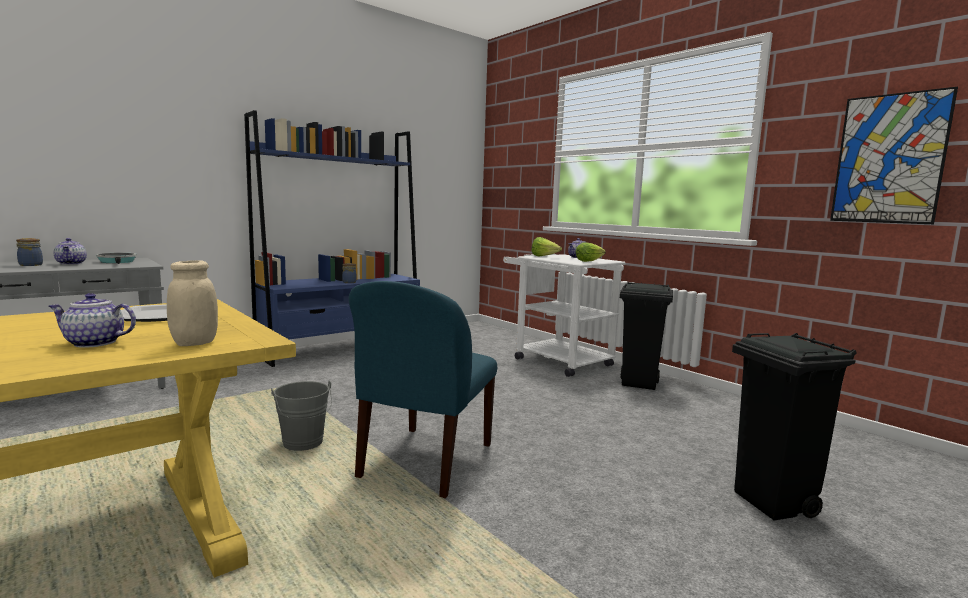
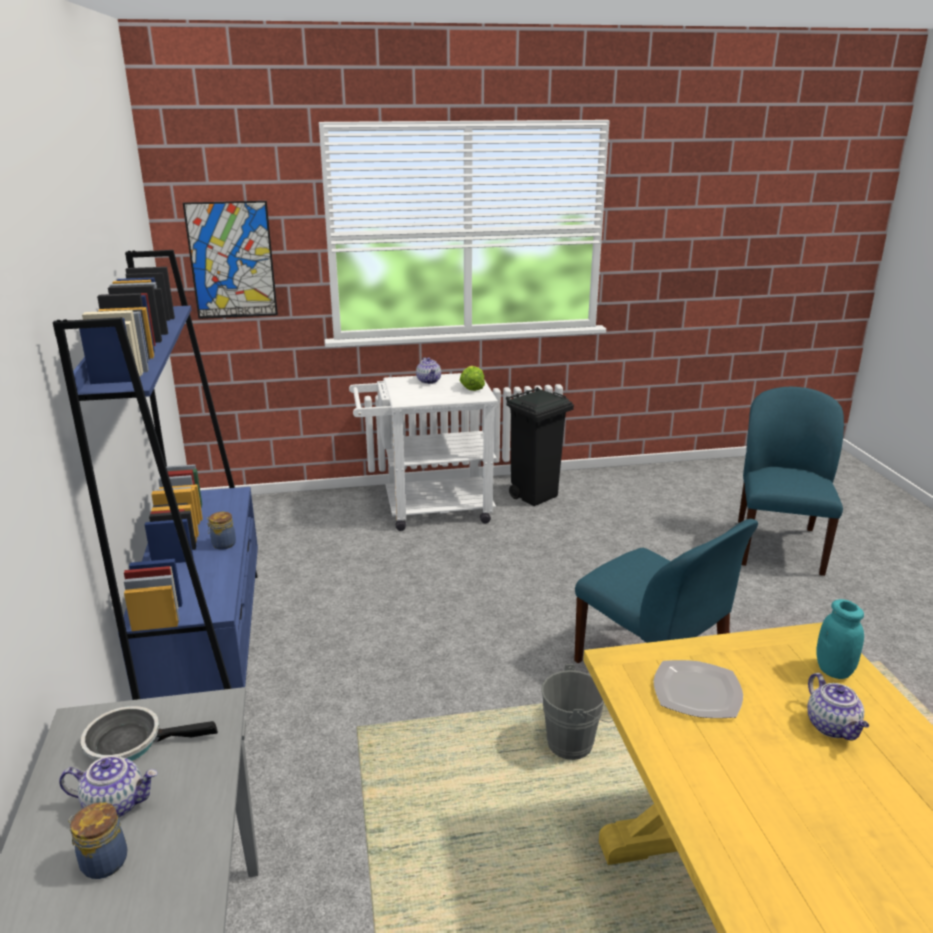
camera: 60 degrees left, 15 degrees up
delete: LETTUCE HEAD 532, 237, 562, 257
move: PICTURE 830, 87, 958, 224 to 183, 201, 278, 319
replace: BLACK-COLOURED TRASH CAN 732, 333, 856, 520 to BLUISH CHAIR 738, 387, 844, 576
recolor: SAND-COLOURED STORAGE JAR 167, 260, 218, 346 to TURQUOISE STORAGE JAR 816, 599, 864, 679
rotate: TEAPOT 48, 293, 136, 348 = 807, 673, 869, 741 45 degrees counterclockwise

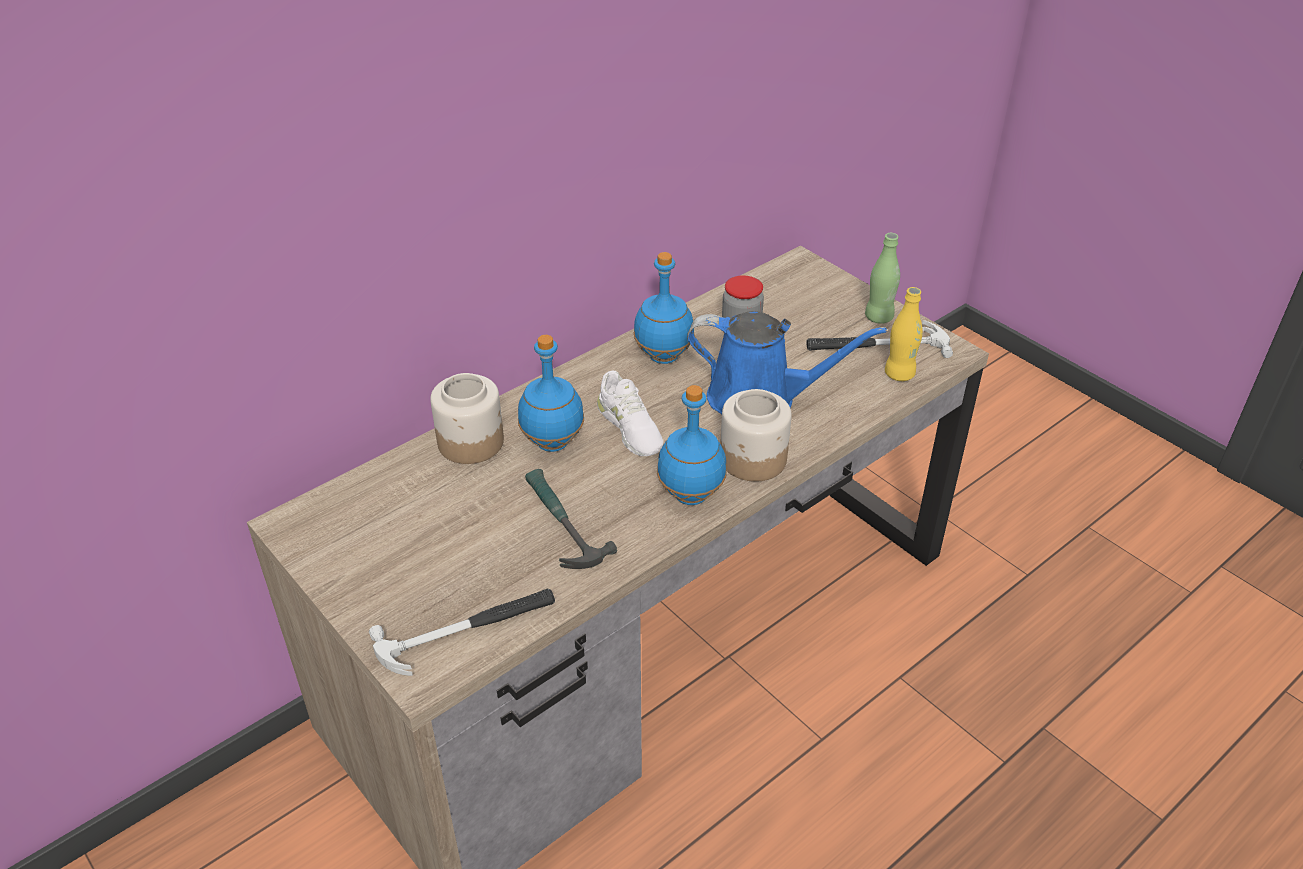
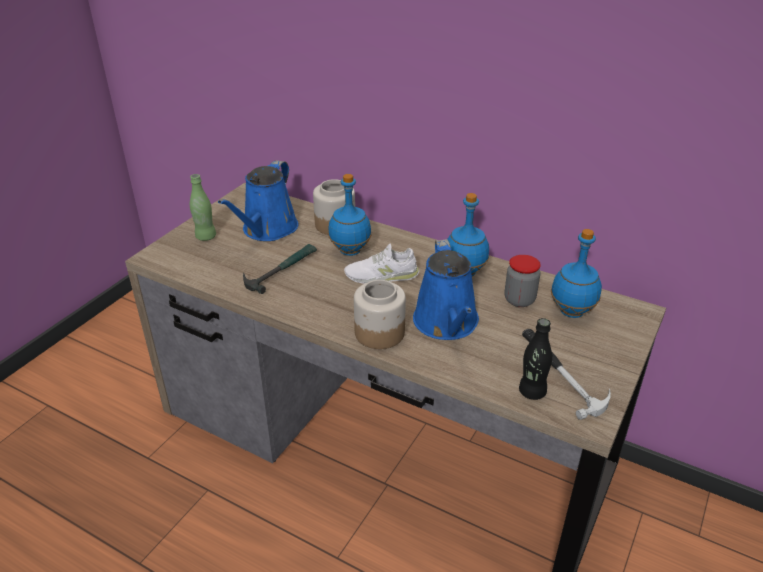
camera: 70 degrees right, 5 degrees down
delete: HAND HAMMER 369, 588, 555, 676
insert: BLUISH WATERING CAN 218, 160, 298, 241
move: GREEN BOTTLE 865, 233, 900, 324 to 190, 174, 216, 241; BLUISH BOTTLE 657, 385, 727, 505 to 551, 229, 602, 318
recolor: YELLOW-COLOURED BOTTLE 885, 287, 923, 381 to BLACK-COLOURED BOTTLE 519, 318, 552, 400
rotate: WHITE ITEM OF FOOTWEAR 597, 371, 664, 456 = 344, 243, 419, 284 45 degrees clockwise

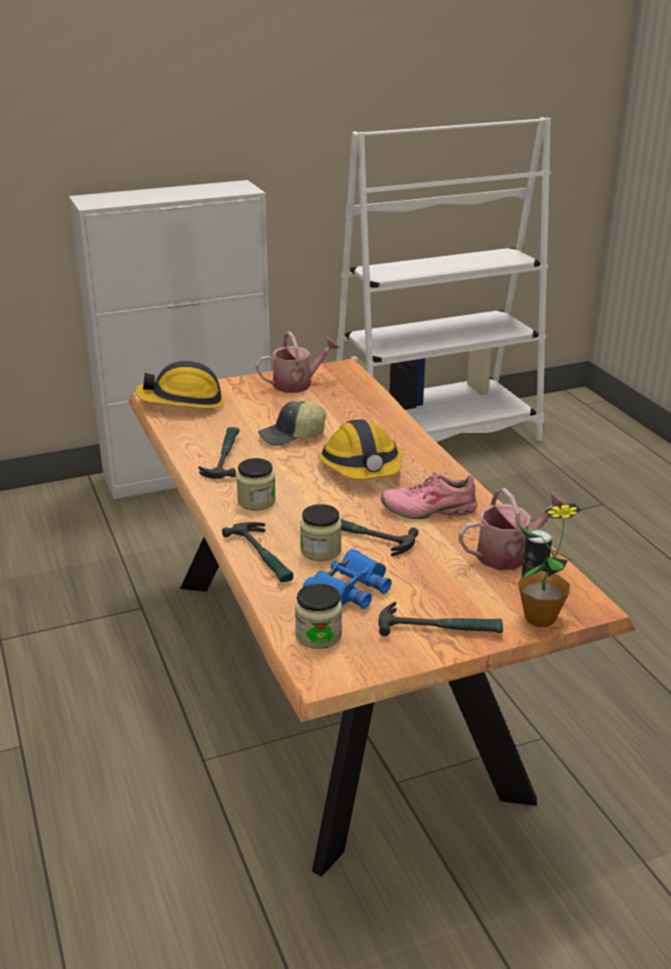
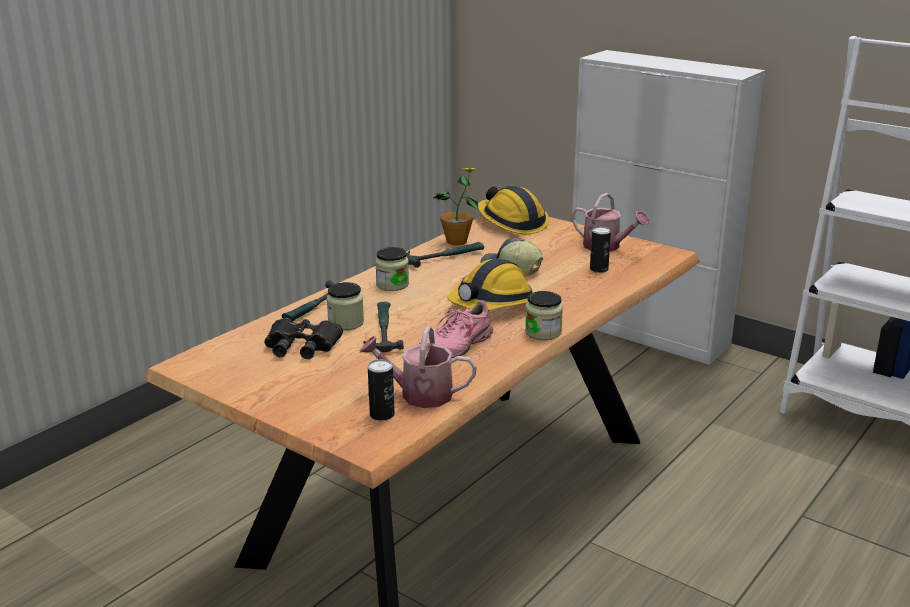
camera: 60 degrees right, 5 degrees down
delete: HAND HAMMER 379, 602, 503, 636
insert: CAN 590, 227, 611, 273
move: POTTED PLANT 516, 504, 582, 627 to 433, 168, 480, 246; STORAGE JAR 295, 584, 342, 649 to 525, 291, 563, 340
recolor: BLUISH PAIR OF BINOCULARS 302, 549, 391, 609 to BLACK-COLOURED PAIR OF BINOCULARS 264, 318, 343, 359
rotate: PINKISH ITEM OF FOOTWEAR 381, 472, 477, 519 = 419, 300, 495, 358 105 degrees counterclockwise; WATERING CAN 459, 488, 565, 570 = 360, 326, 477, 408 150 degrees clockwise

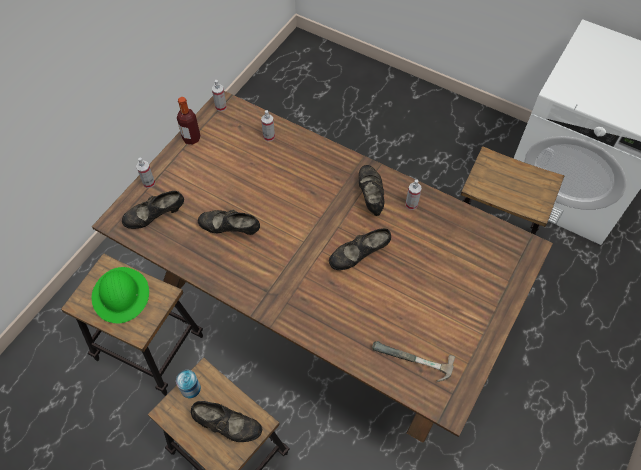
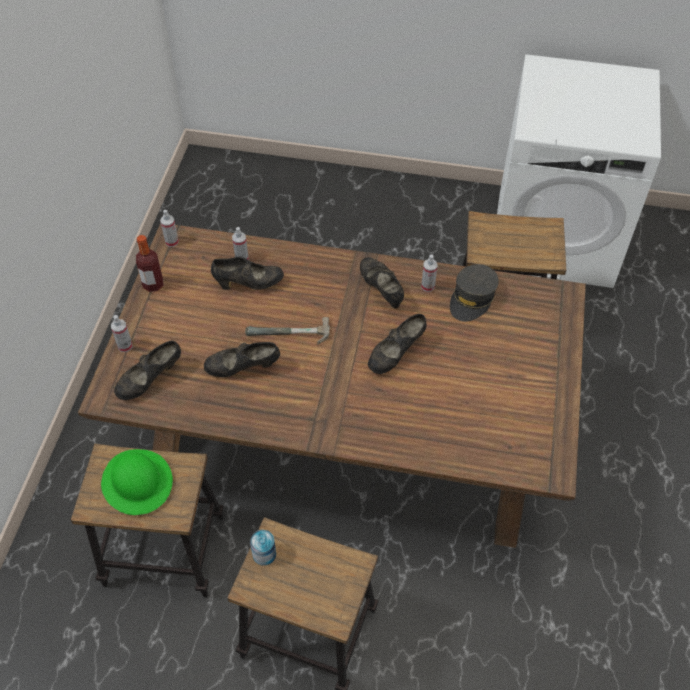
camera: 20 degrees left, 5 degrees down
insert: GREYISH CAP 450, 264, 499, 322
move: HAND HAMMER 372, 341, 455, 382 to 245, 317, 330, 345; BLACK-COLOURED ITEM OF FOOTWEAR 191, 401, 263, 442 to 211, 257, 284, 290

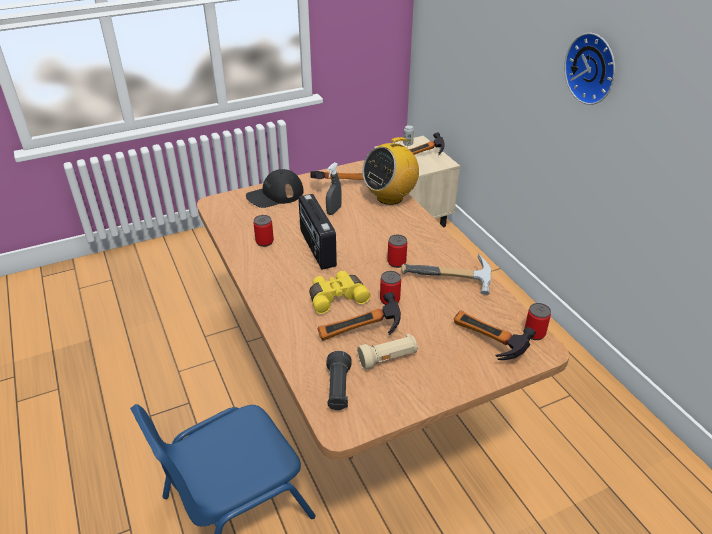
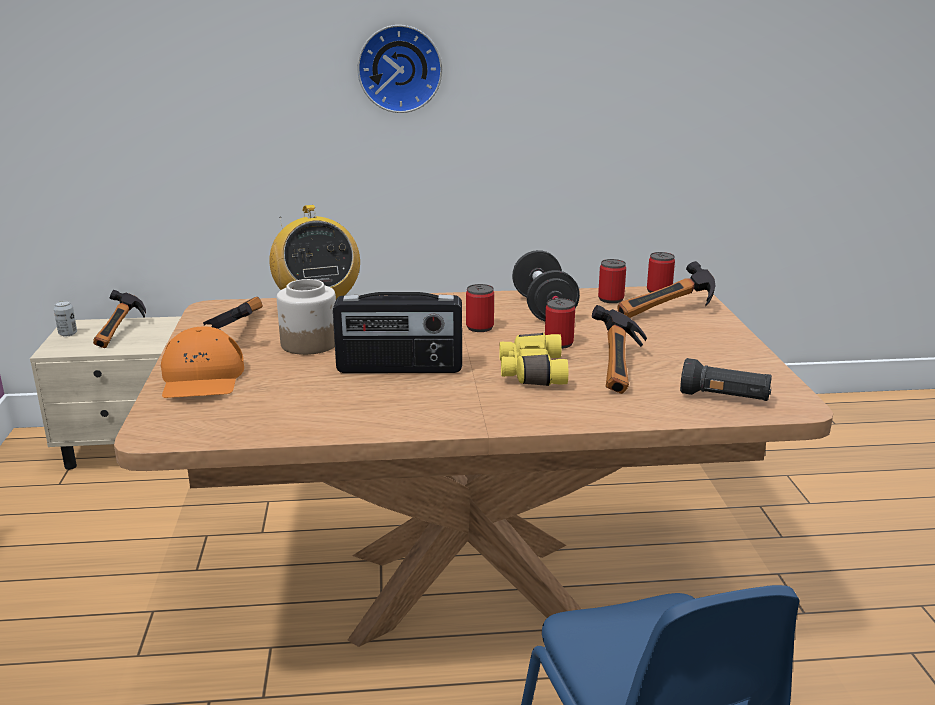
camera: 70 degrees left, 15 degrees down
delete: SAND-COLOURED HAND TORCH 357, 334, 418, 370
move: CAN 253, 215, 274, 247 to 598, 259, 626, 303
replace: GREYISH SPRAY BOTTLE 326, 162, 342, 215 to STORAGE JAR 277, 279, 336, 355; HAND HAMMER 401, 253, 491, 295 to BLACK-COLOURED FREE WEIGHT 512, 250, 580, 321
recolor: BLACK-COLOURED CAP 246, 169, 304, 208 to ORANGEY CAP 161, 326, 244, 398

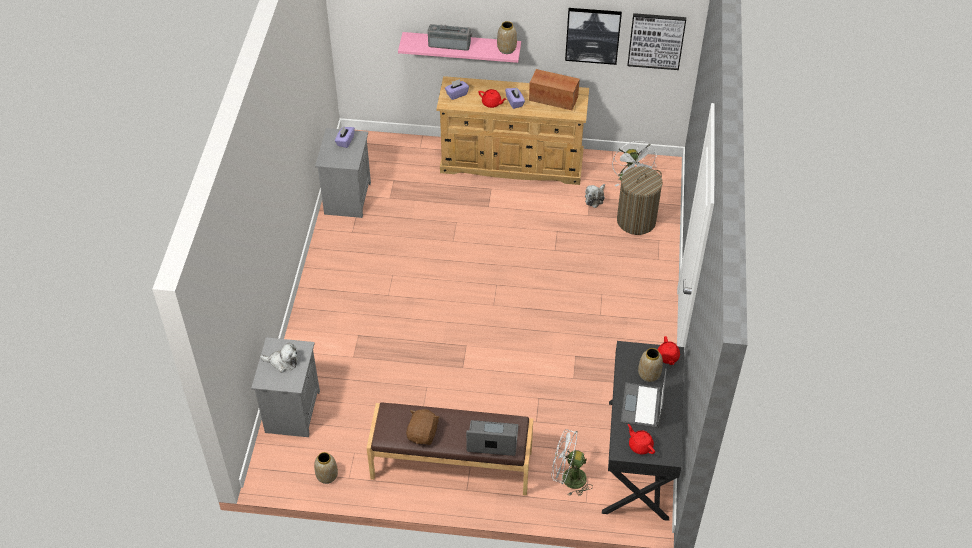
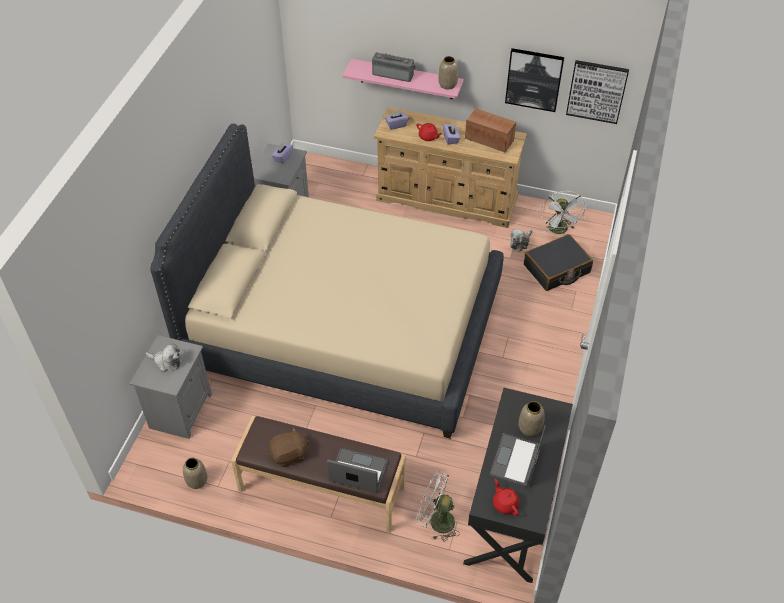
camera: 10 degrees right, 0 degrees up
delete: RED TEAPOT 657, 336, 680, 365
insert: SAND-COLOURED BEDROOM BED 150, 123, 504, 439
replace: WASHING BASKET 617, 166, 663, 235 to BLACK-COLOURED PIECE OF LUGGAGE 524, 234, 593, 291
rotate: BROWNISH CUDDLY TOY 406, 409, 440, 445 = 269, 427, 310, 467 45 degrees clockwise

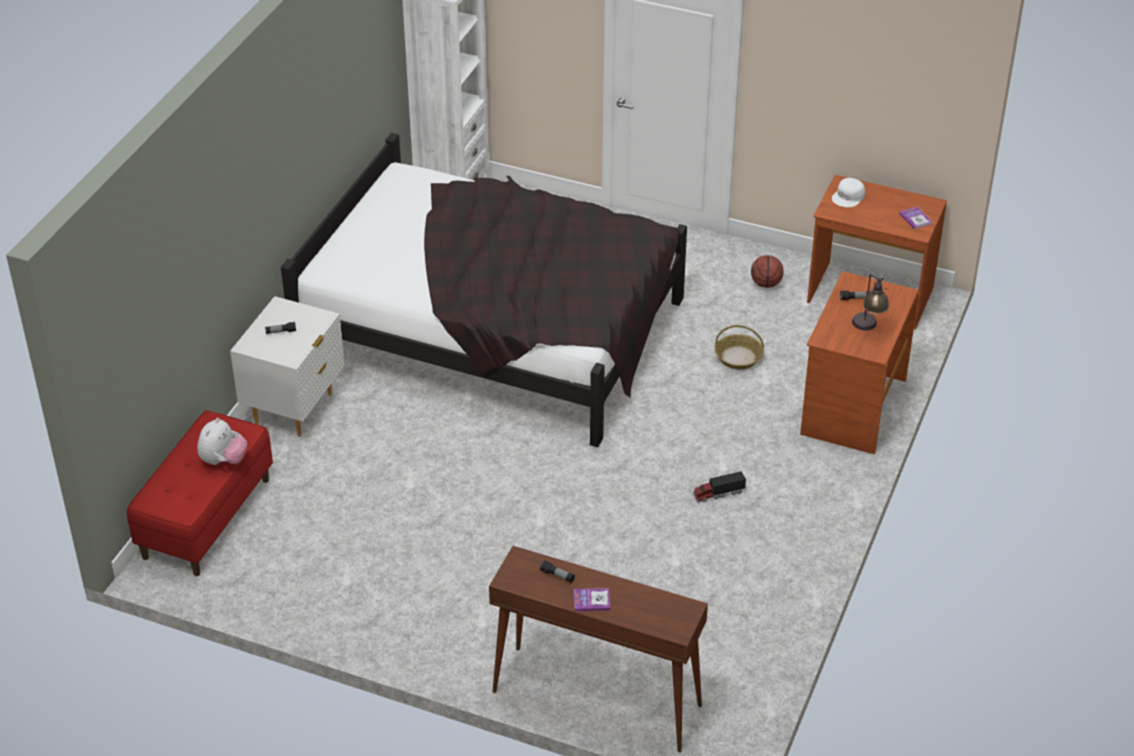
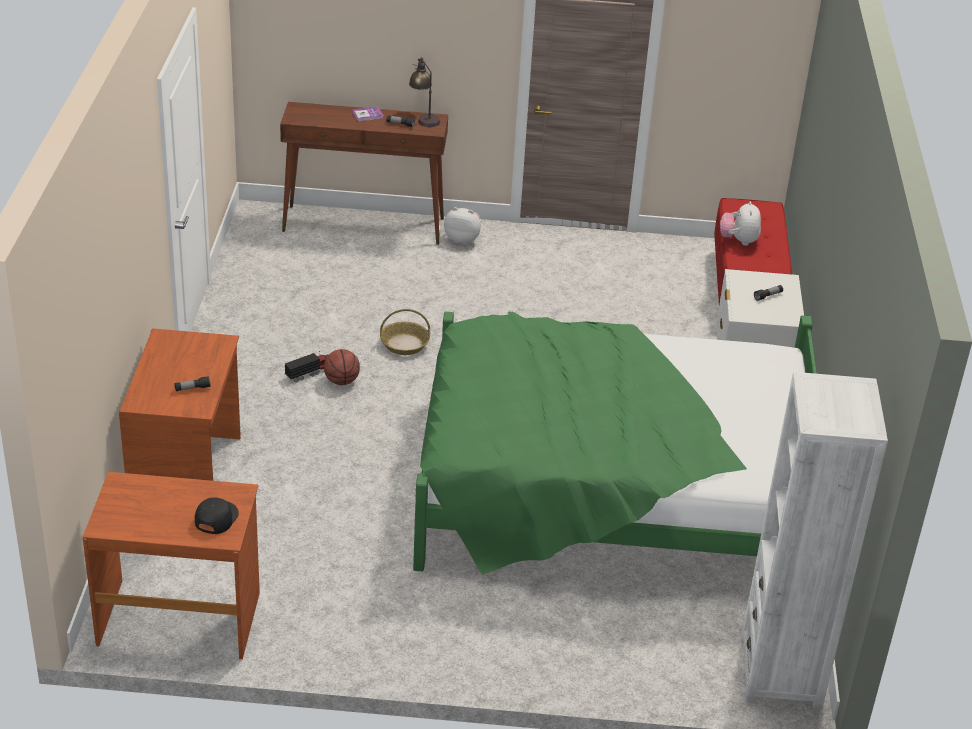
camera: 160 degrees right, 5 degrees down
delete: BOOK 899, 207, 932, 229
insert: CUDDLY TOY 444, 207, 481, 245
move: BASKETBALL 751, 255, 784, 288 to 324, 349, 360, 385; TABLE LAMP 852, 275, 889, 331 to 409, 57, 440, 127; HOUSEHOLD BASKET 715, 325, 764, 369 to 380, 309, 430, 355
recolor: BLACK-COLOURED BEDROOM BED 281, 133, 687, 447 to GREEN BEDROOM BED 413, 312, 817, 574; WHITE CAP 832, 178, 865, 207 to BLACK-COLOURED CAP 195, 498, 239, 534

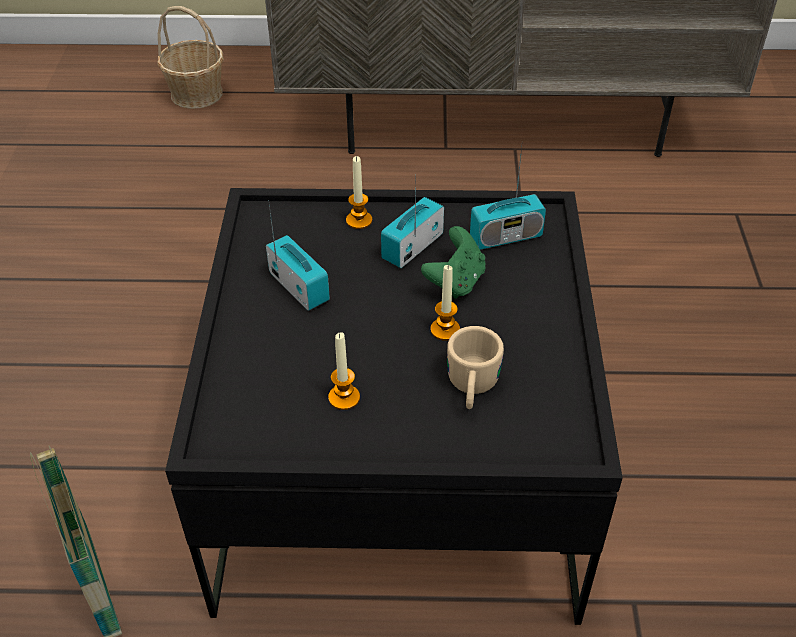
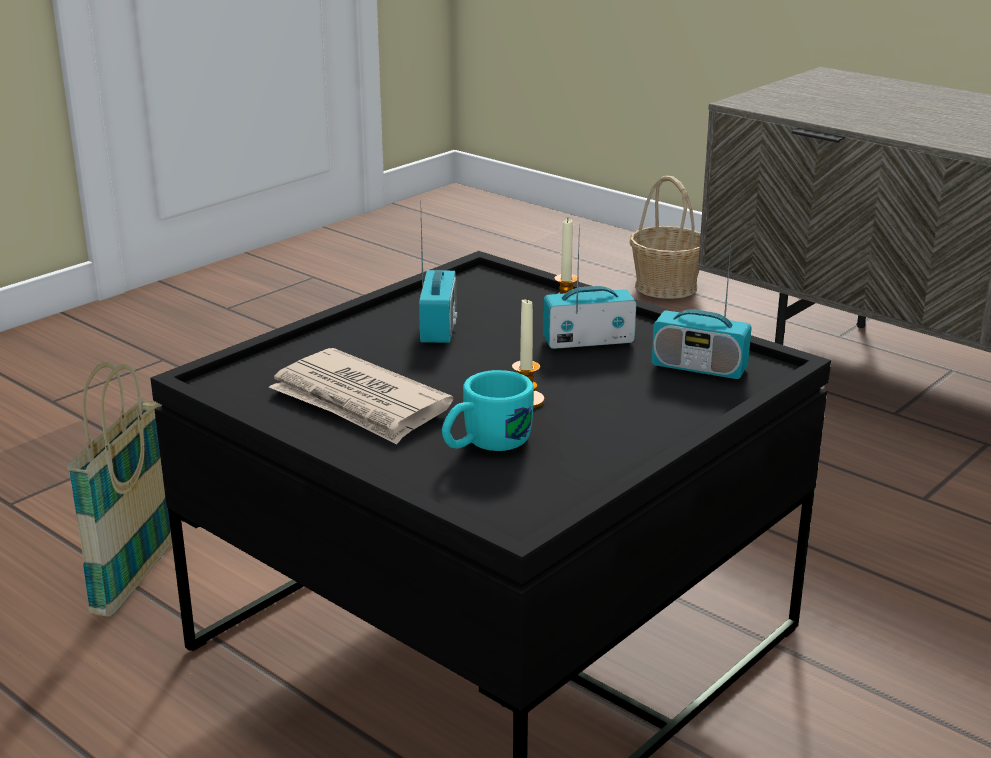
camera: 40 degrees right, 20 degrees down
delete: GREEN GAME CONTROLLER 421, 226, 485, 299
replace: WAX CANDLE 328, 332, 360, 410 to PRINTED PAPER 269, 348, 454, 445
recolor: SAND-COLOURED MUG 447, 326, 504, 409 to TURQUOISE MUG 442, 370, 534, 451

